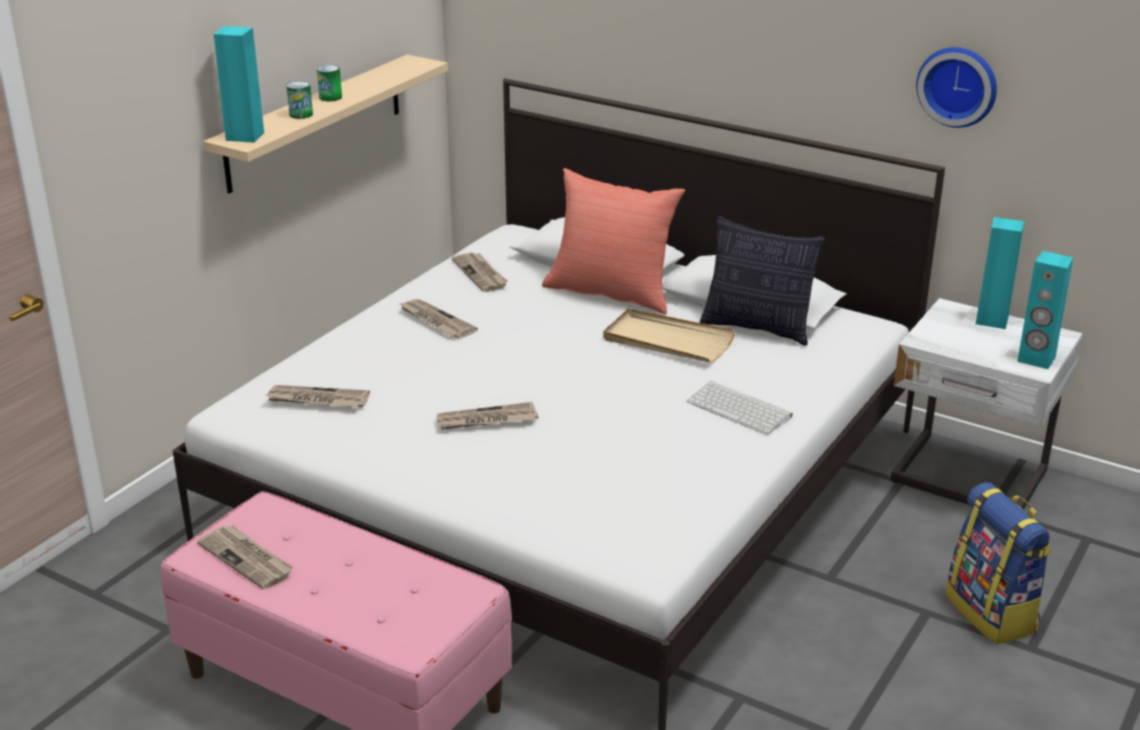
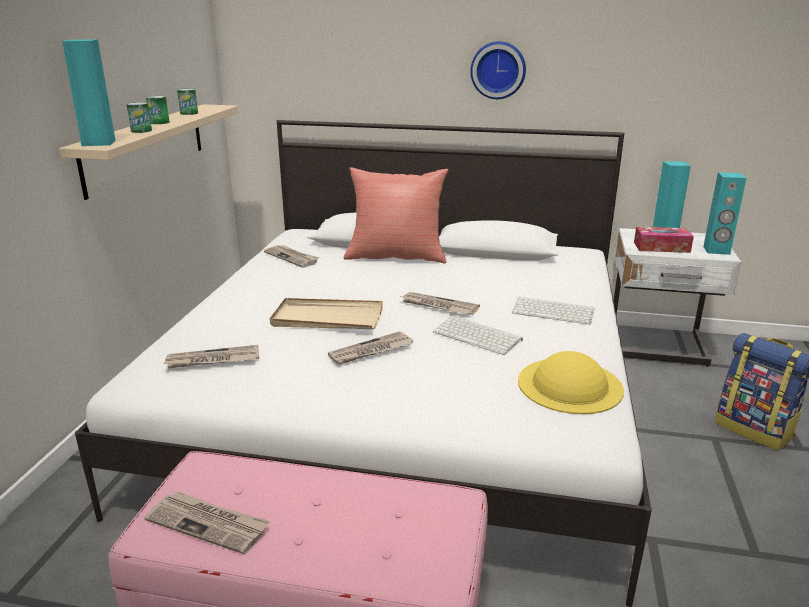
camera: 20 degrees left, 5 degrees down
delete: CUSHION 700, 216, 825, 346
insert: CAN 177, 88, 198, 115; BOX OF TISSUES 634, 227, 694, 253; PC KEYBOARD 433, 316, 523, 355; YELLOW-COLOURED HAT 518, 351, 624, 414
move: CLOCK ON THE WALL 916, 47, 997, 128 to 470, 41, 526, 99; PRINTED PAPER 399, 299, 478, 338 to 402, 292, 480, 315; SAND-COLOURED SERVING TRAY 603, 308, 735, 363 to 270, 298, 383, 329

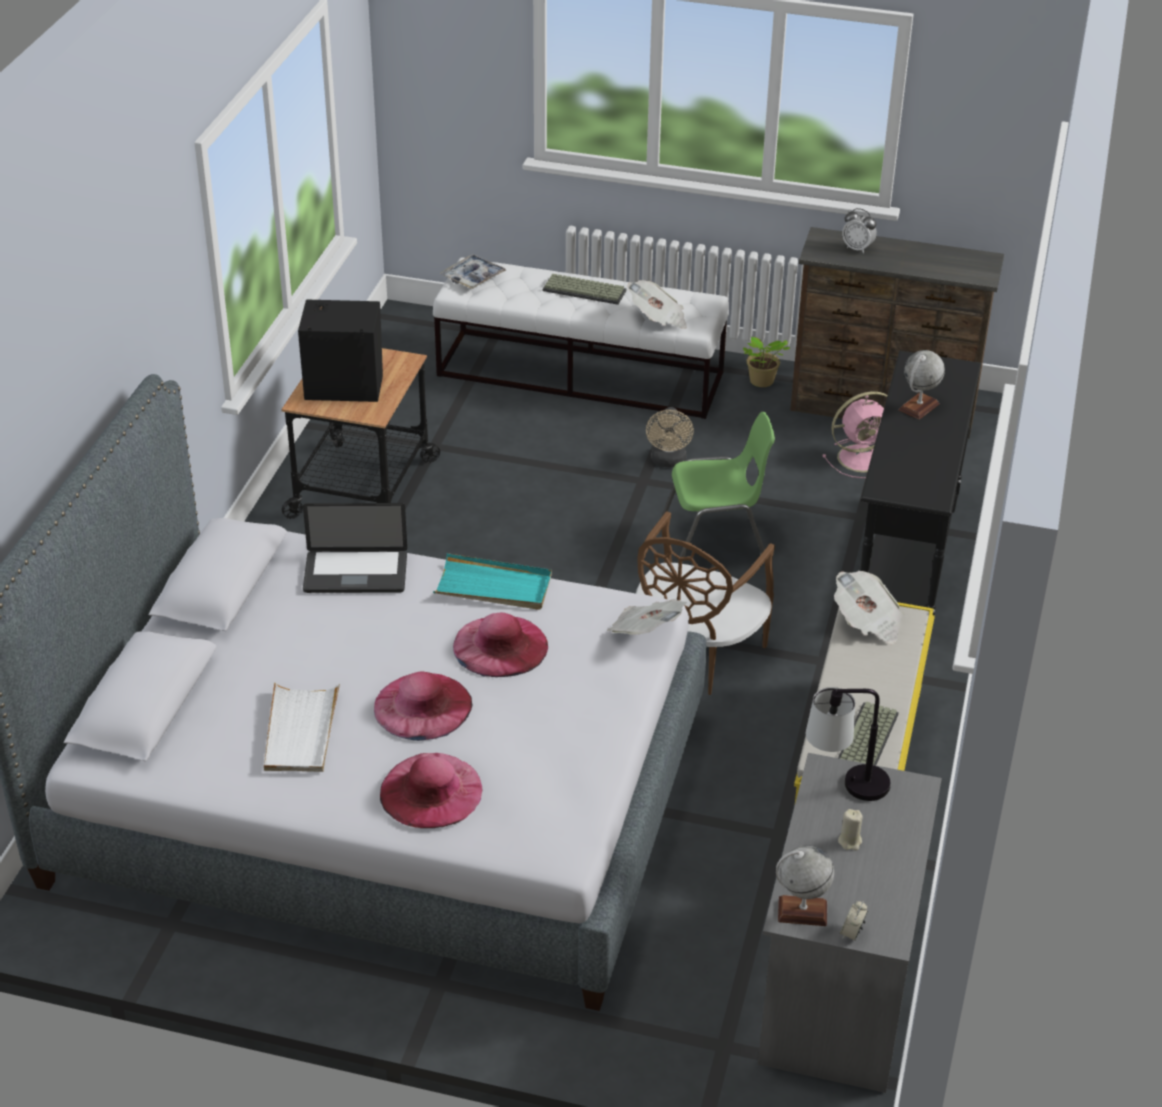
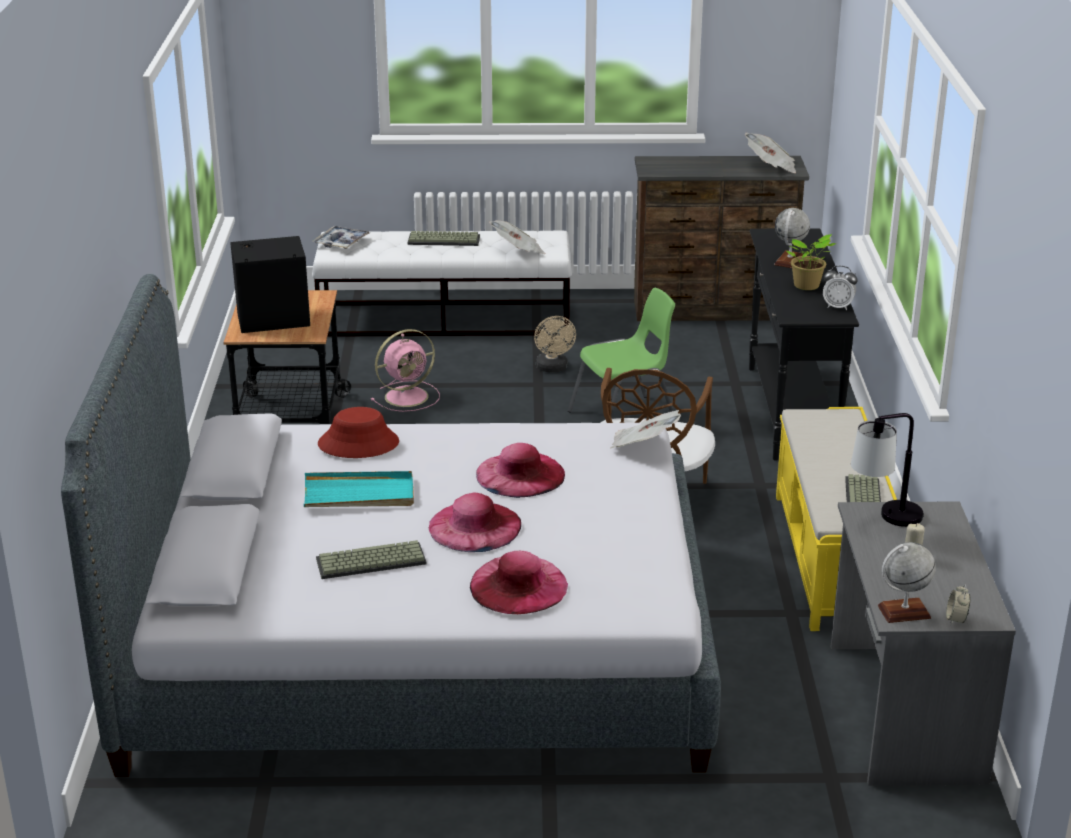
camera: 15 degrees left, 10 degrees down
move: BEDSIDE CLOCK 842, 208, 877, 253 to 823, 266, 857, 310; POTTED PLANT 743, 337, 790, 387 to 786, 234, 836, 290; PINKISH FAN 822, 391, 887, 478 to 371, 329, 440, 412; TURQUOISE SERVING TRAY 433, 553, 552, 610 to 304, 471, 414, 507; PRINTED PAPER 834, 571, 905, 644 to 745, 133, 796, 173
replace: NOTEBOOK COMPUTER 303, 503, 407, 593 to RED HAT 318, 407, 399, 458; WHITE SERVING TRAY 264, 682, 340, 772 to PC KEYBOARD 316, 540, 427, 579

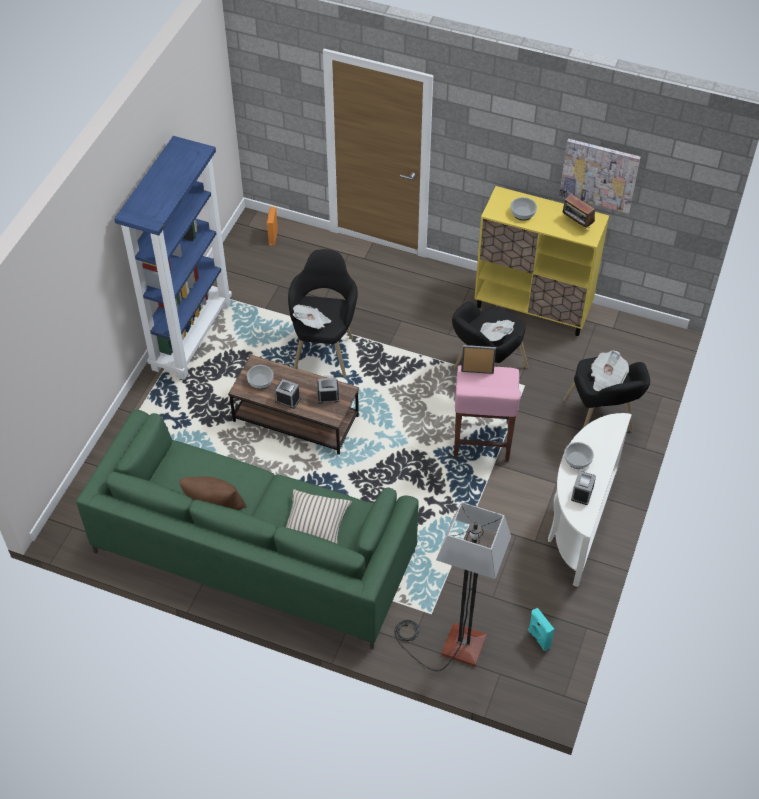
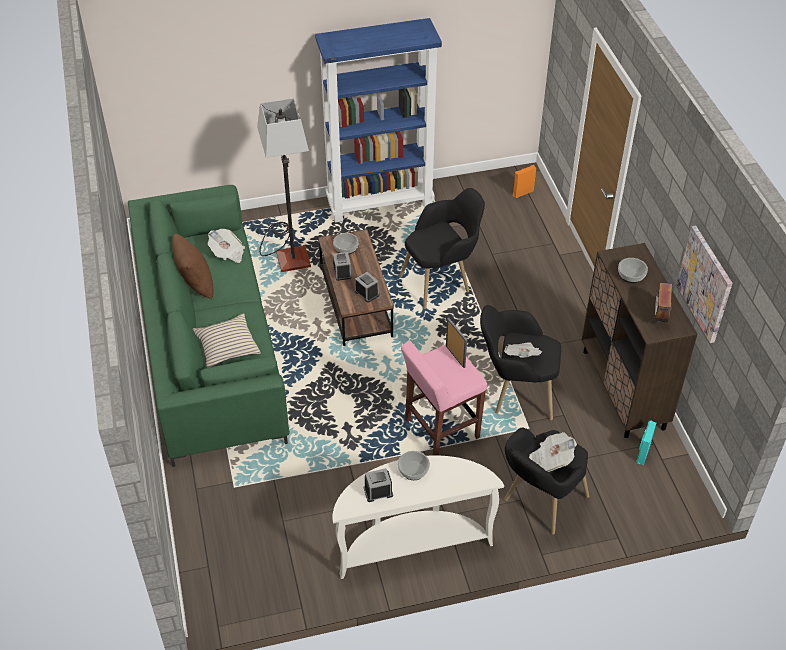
camera: 55 degrees right, 5 degrees down
move: PRINTED PAPER 292, 305, 331, 329 to 207, 229, 245, 263; STANDARD LAMP 394, 502, 511, 671 to 257, 98, 311, 272; TURQUOISE SPEAKER 528, 608, 554, 651 to 636, 420, 656, 465
recolor: YELLOW-COLOURED CUPBOARD 474, 186, 609, 336 to BROWNISH CUPBOARD 582, 243, 698, 438

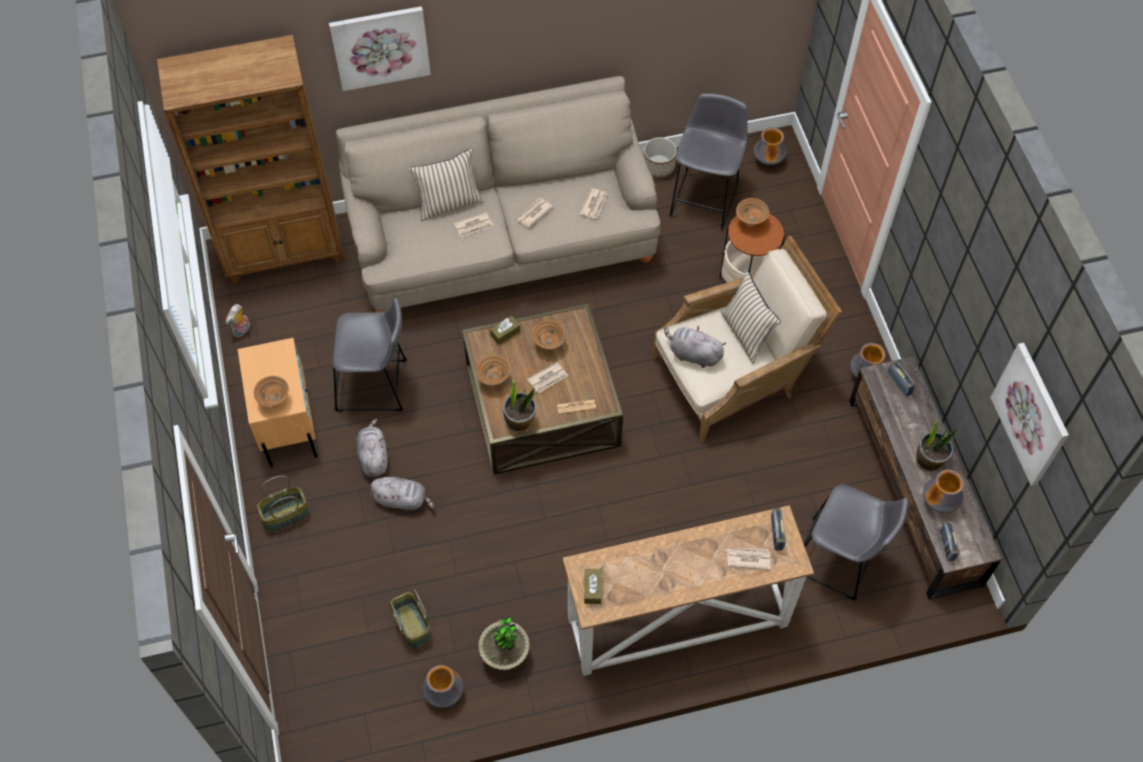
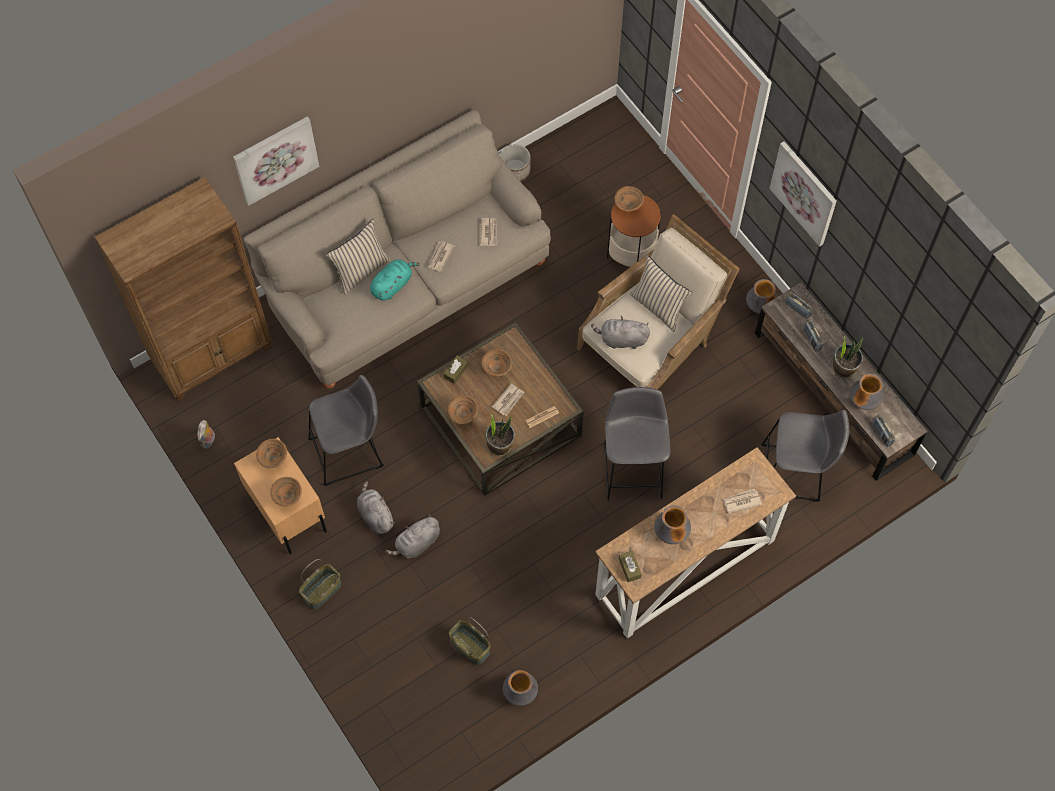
camera: 20 degrees left, 5 degrees up
delete: POTTED PLANT 478, 616, 530, 670
insert: BROWNISH DEEP DISH 256, 439, 287, 469
move: GREYISH SITTING STOOL 669, 93, 748, 231 to 604, 387, 670, 501; VASE 754, 127, 786, 165 to 654, 505, 691, 544; PICTURE 990, 343, 1069, 486 to 769, 141, 837, 247; RADIO RECEIVER 771, 508, 786, 551 to 803, 319, 824, 352
replace: PRINTED PAPER 454, 212, 493, 237 to TURQUOISE CUDDLY TOY 370, 259, 420, 301
rotate: GREYISH CUDDLY TOY 370, 477, 434, 511 = 385, 514, 440, 558 150 degrees clockwise

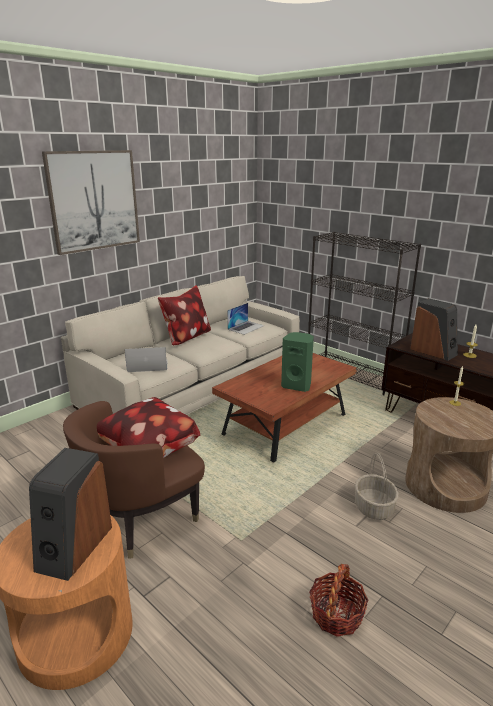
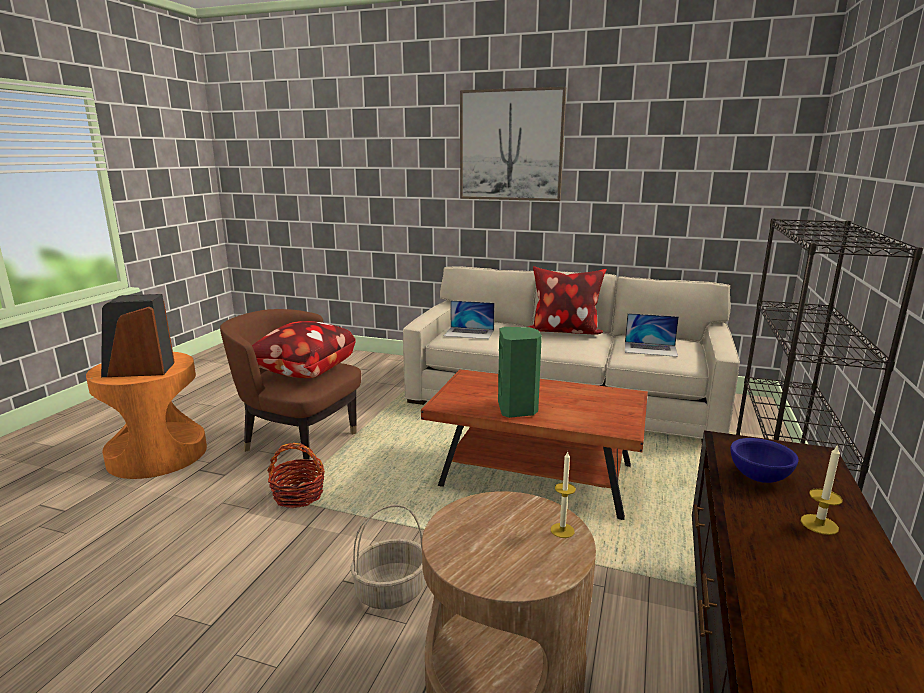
camera: 65 degrees right, 5 degrees down
move: HOUSEHOLD BASKET 309, 564, 369, 637 to 267, 443, 325, 508
replace: SPEAKER 410, 298, 458, 361 to BLUISH DEEP DISH 730, 438, 799, 483
rotate: NOTEBOOK COMPUTER 125, 347, 168, 372 = 444, 300, 495, 339 135 degrees clockwise

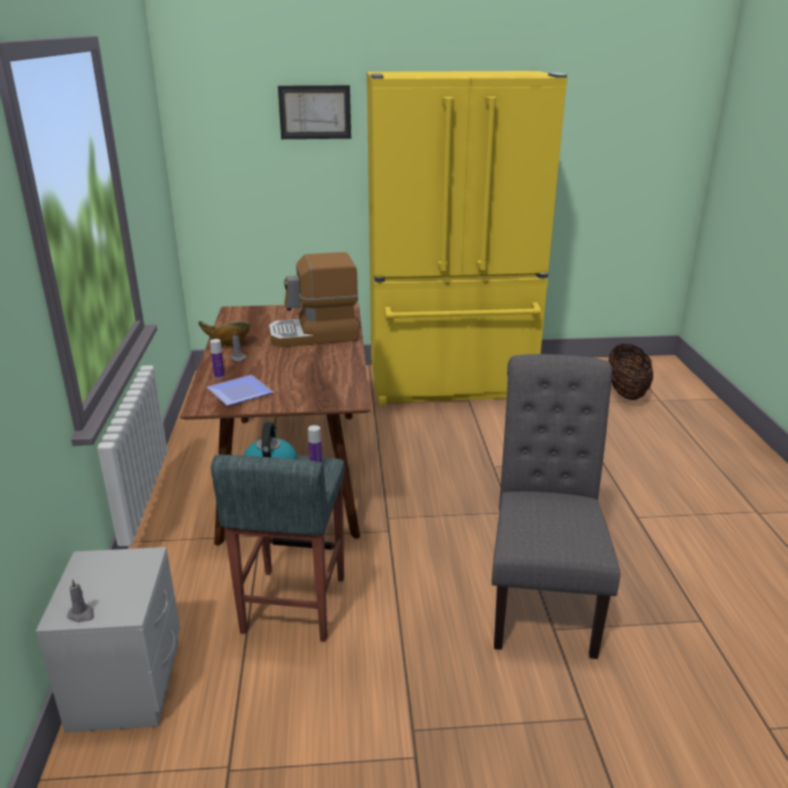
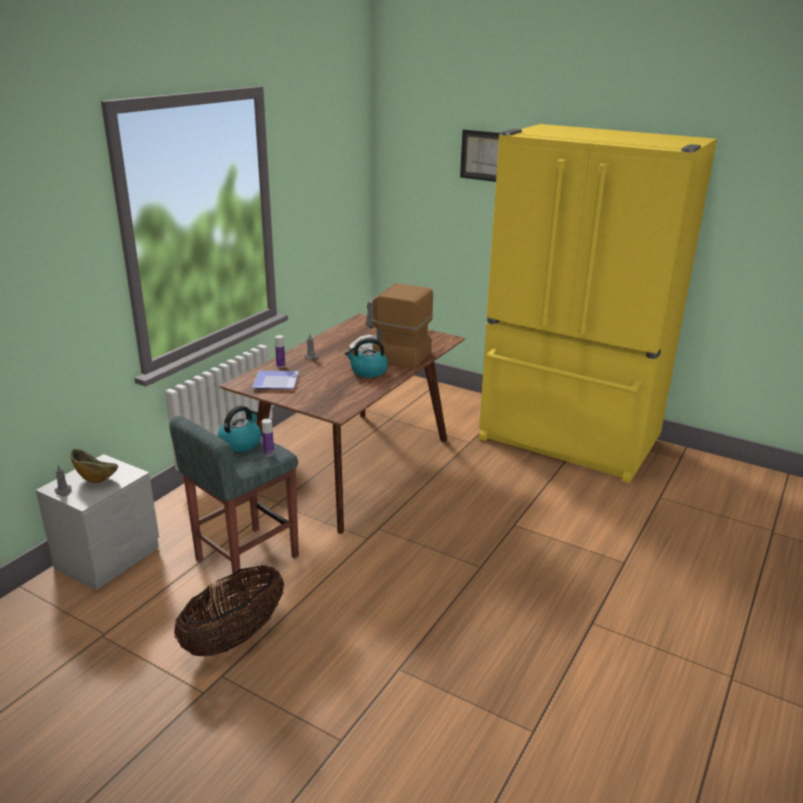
camera: 35 degrees right, 0 degrees up
delete: GREYISH CHAIR 492, 354, 620, 659
insert: TEA KETTLE 345, 338, 388, 378
move: DEEP DISH 198, 321, 251, 346 to 70, 449, 118, 483; HOUSEHOLD BASKET 609, 344, 653, 400 to 174, 564, 284, 656

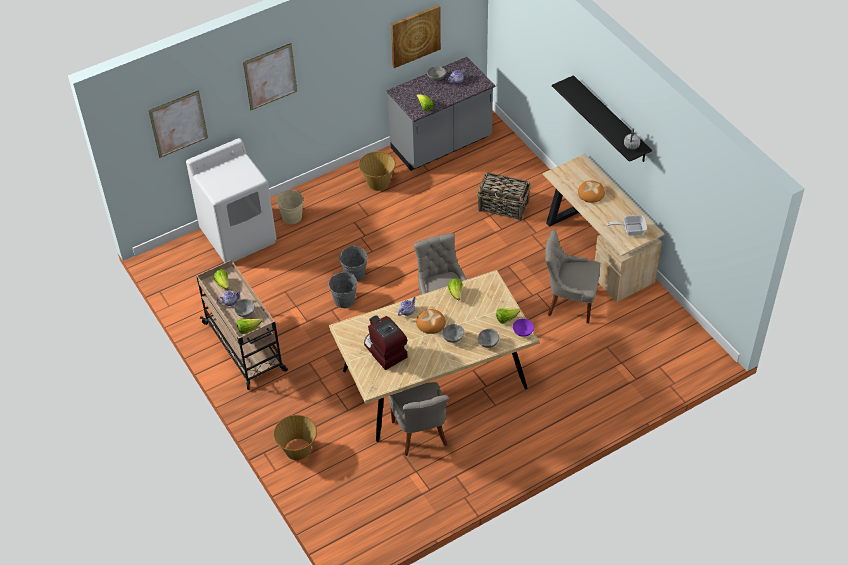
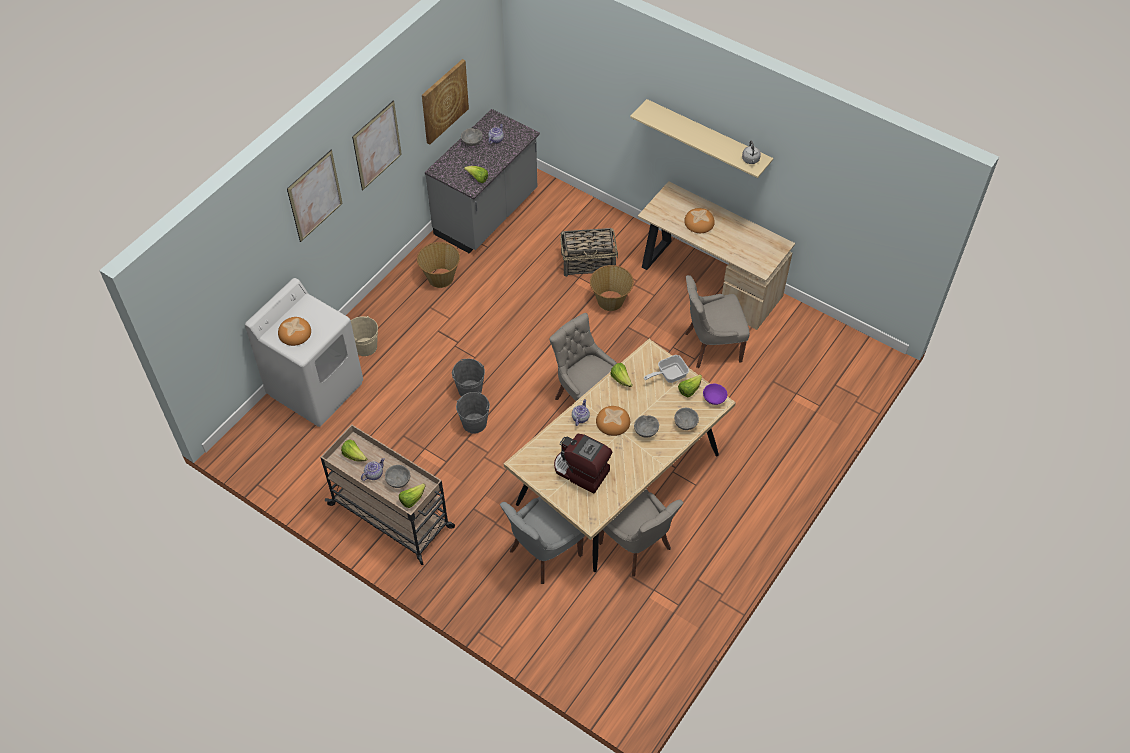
camera: 25 degrees left, 5 degrees up
insert: BAKERY BREAD 278, 317, 311, 346; GREYISH CHAIR 500, 497, 585, 584
move: PICTURE 149, 90, 208, 158 to 352, 100, 402, 190; PAN 607, 215, 647, 236 to 644, 355, 689, 383; HOUSEHOLD BASKET 273, 415, 317, 460 to 590, 265, 634, 311
recolor: BLACK-COLOURED SHELF 552, 75, 652, 162 to SAND-COLOURED SHELF 630, 99, 773, 178

